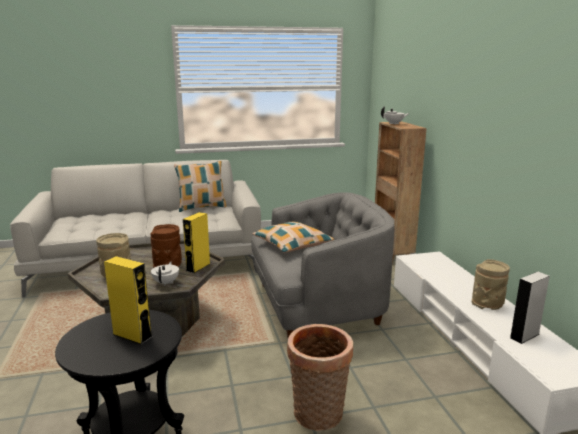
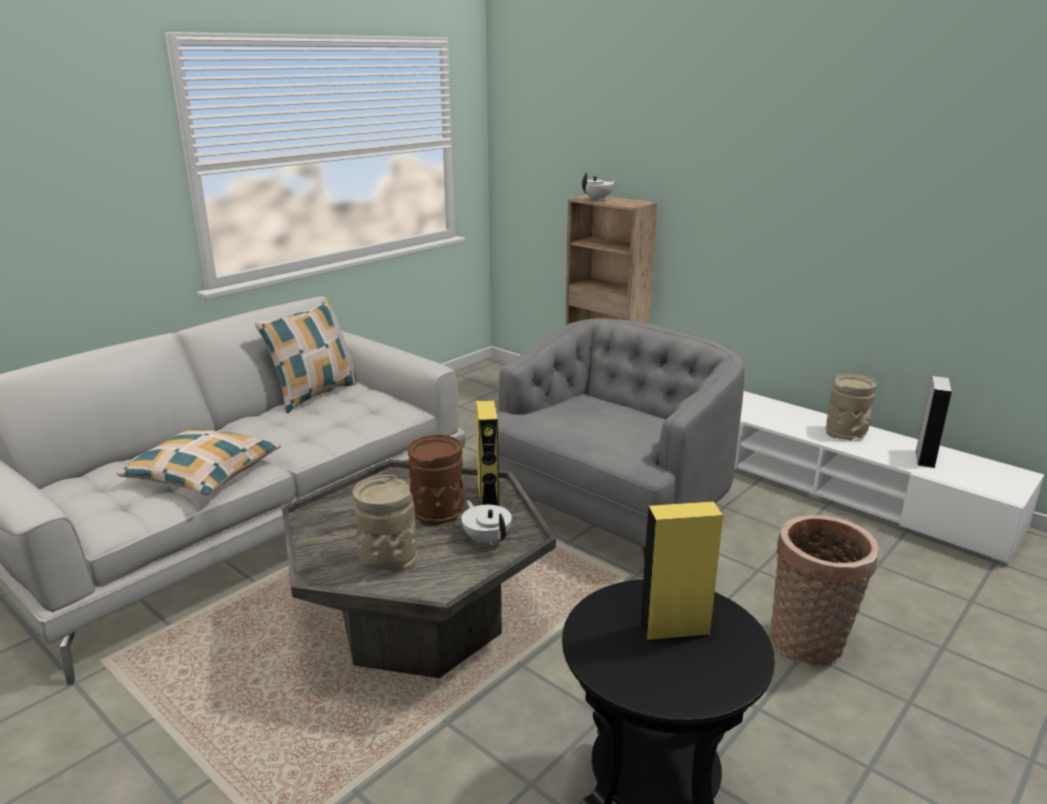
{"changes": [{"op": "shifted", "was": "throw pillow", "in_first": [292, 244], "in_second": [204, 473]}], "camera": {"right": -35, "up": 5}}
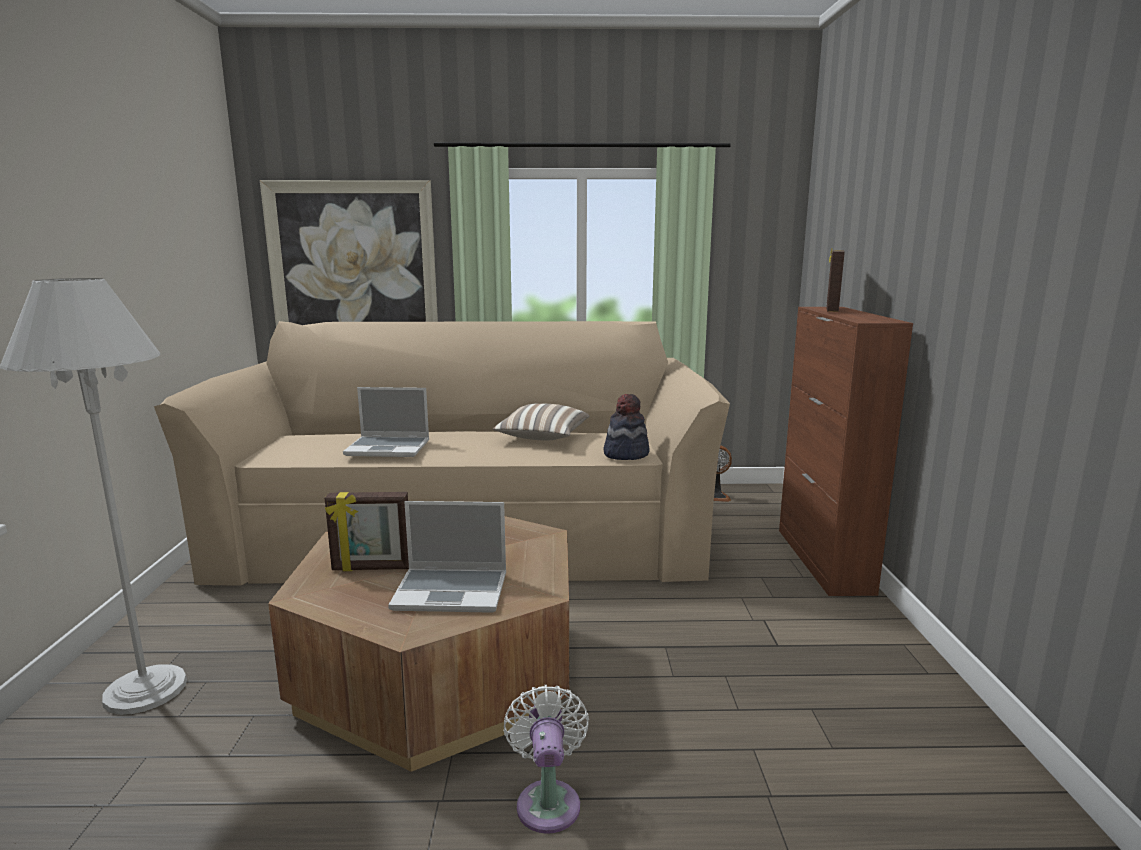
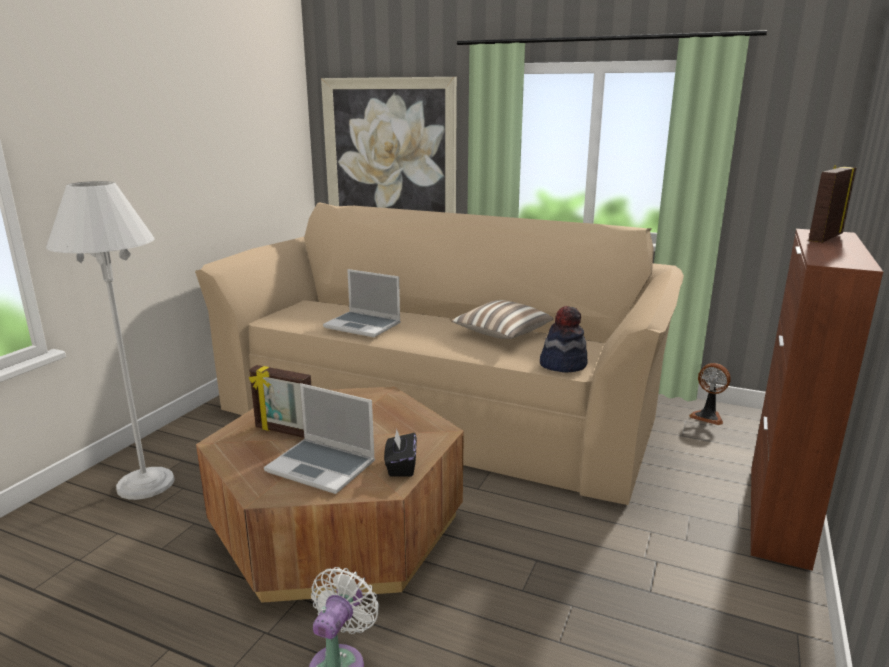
{"changes": [{"op": "new", "now": "black-coloured tissue holder", "in_second": [401, 466]}], "camera": {"right": 25, "up": 5}}
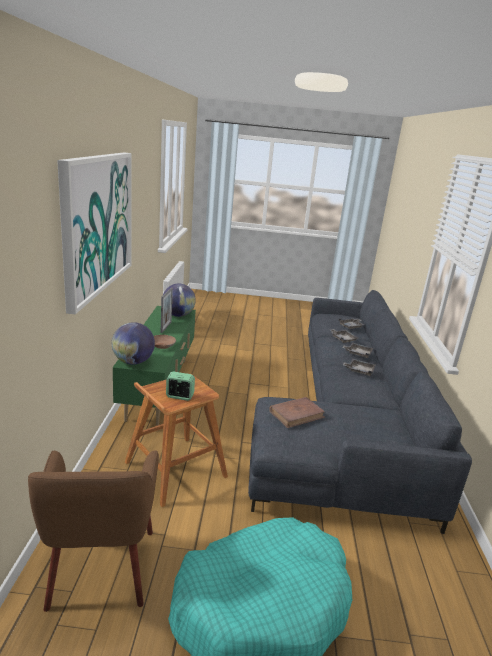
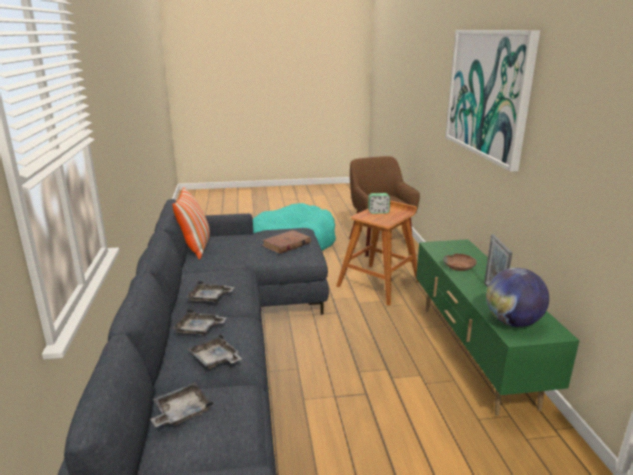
{"changes": [{"op": "gone", "was": "desk globe", "in_first": [133, 362]}, {"op": "new", "now": "throw pillow", "in_second": [196, 247]}], "camera": {"right": 170, "up": 0}}
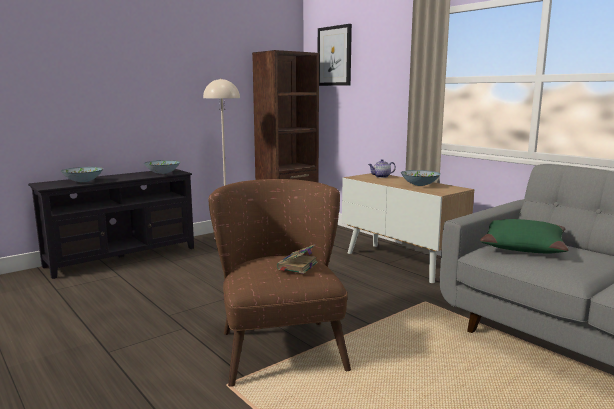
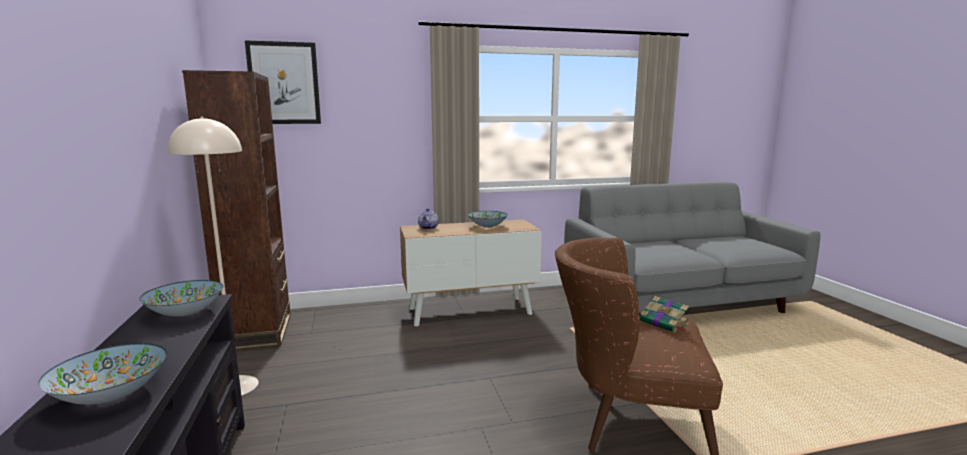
{"changes": [{"op": "gone", "was": "green throw pillow", "in_first": [522, 246]}], "camera": {"right": -65, "up": 0}}
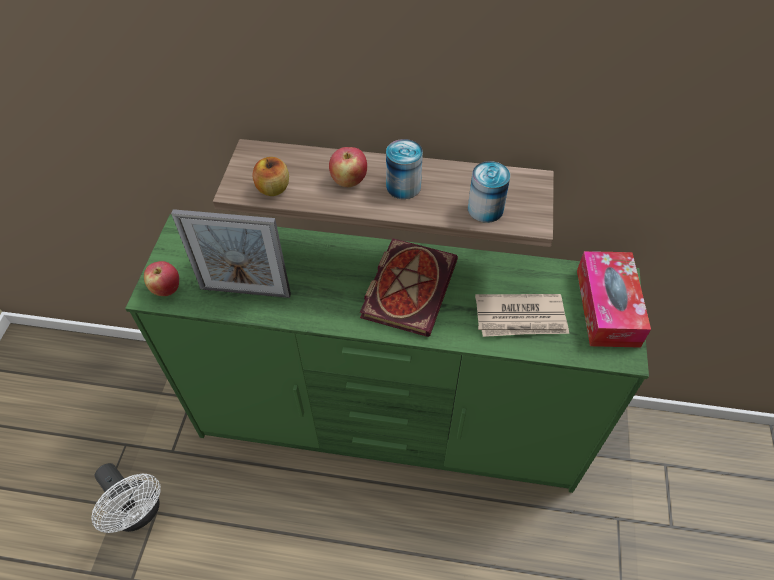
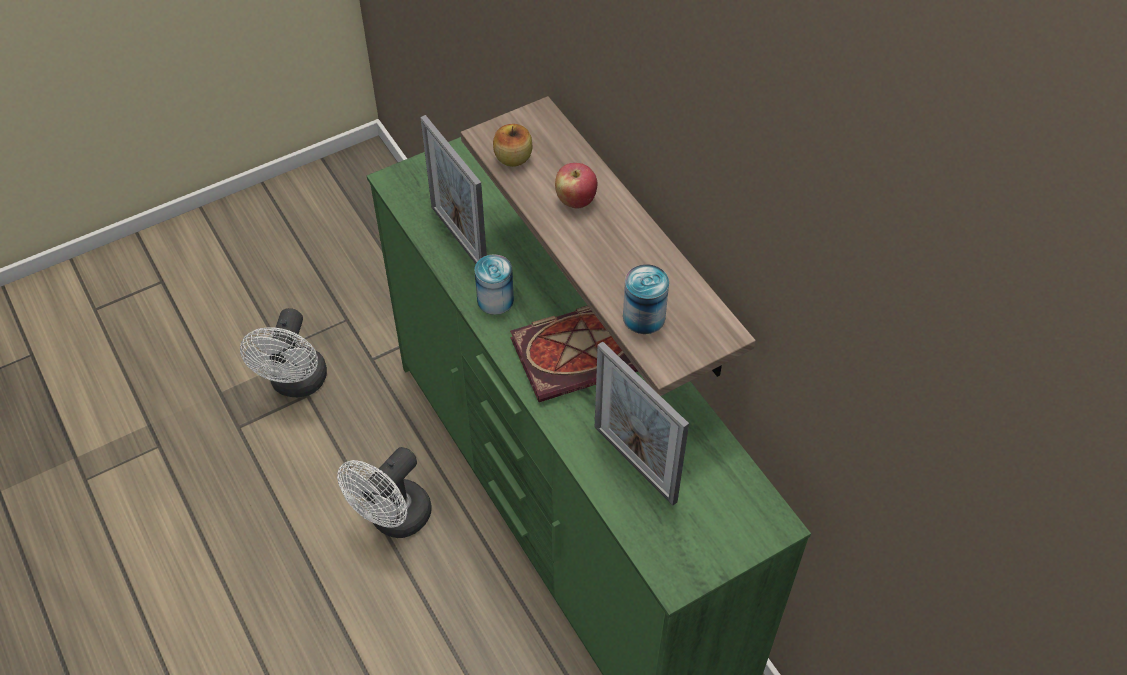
{"changes": [{"op": "gone", "was": "apple fruit", "in_first": [166, 289]}, {"op": "gone", "was": "tissue holder", "in_first": [607, 307]}, {"op": "new", "now": "whitish cooling fan", "in_second": [394, 520]}, {"op": "shifted", "was": "sealed can", "in_first": [403, 186], "in_second": [495, 300]}, {"op": "swapped", "was": "daily paper", "now": "picture frame", "in_first": [521, 318], "in_second": [635, 464]}], "camera": {"right": 50, "up": 0}}
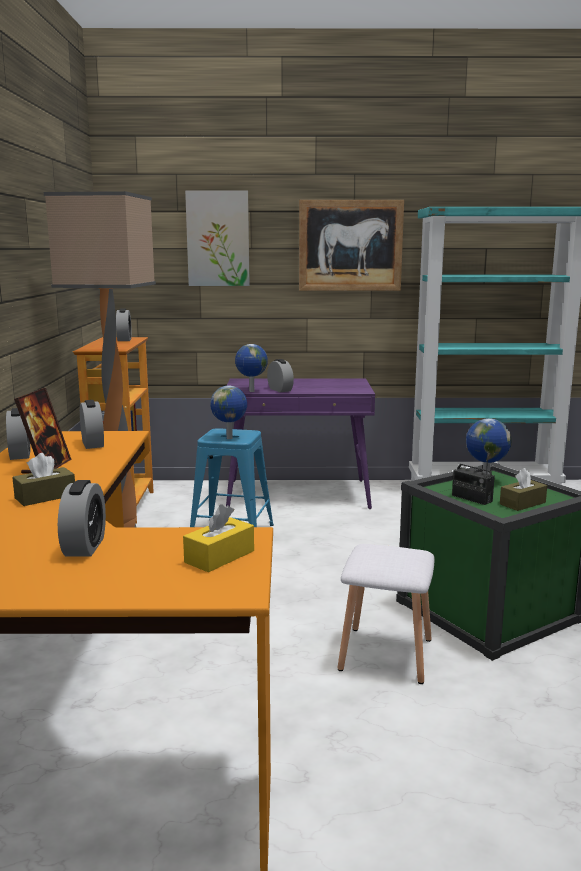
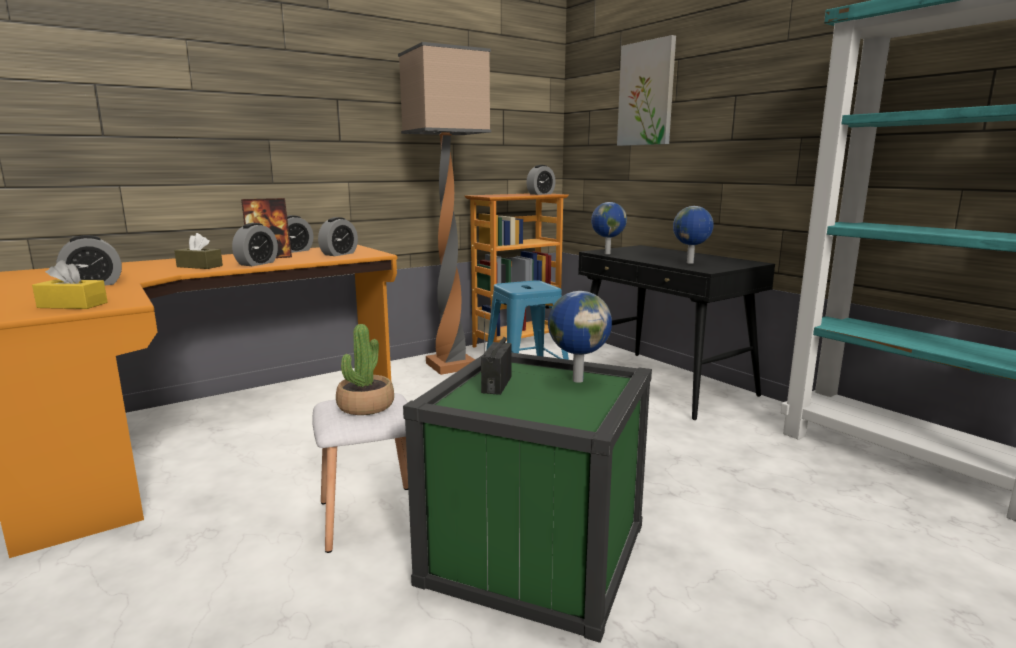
{"changes": [{"op": "gone", "was": "wall picture", "in_first": [350, 245]}, {"op": "gone", "was": "brown-coloured tissue holder", "in_first": [522, 503]}, {"op": "new", "now": "houseplant", "in_second": [365, 406]}, {"op": "shifted", "was": "desk globe", "in_first": [230, 438], "in_second": [690, 263]}, {"op": "shifted", "was": "bedside clock", "in_first": [280, 390], "in_second": [257, 263]}, {"op": "repainted", "was": "purple desk unit", "now": "black-coloured desk unit", "in_first": [298, 494], "in_second": [662, 383]}], "camera": {"right": 55, "up": 0}}
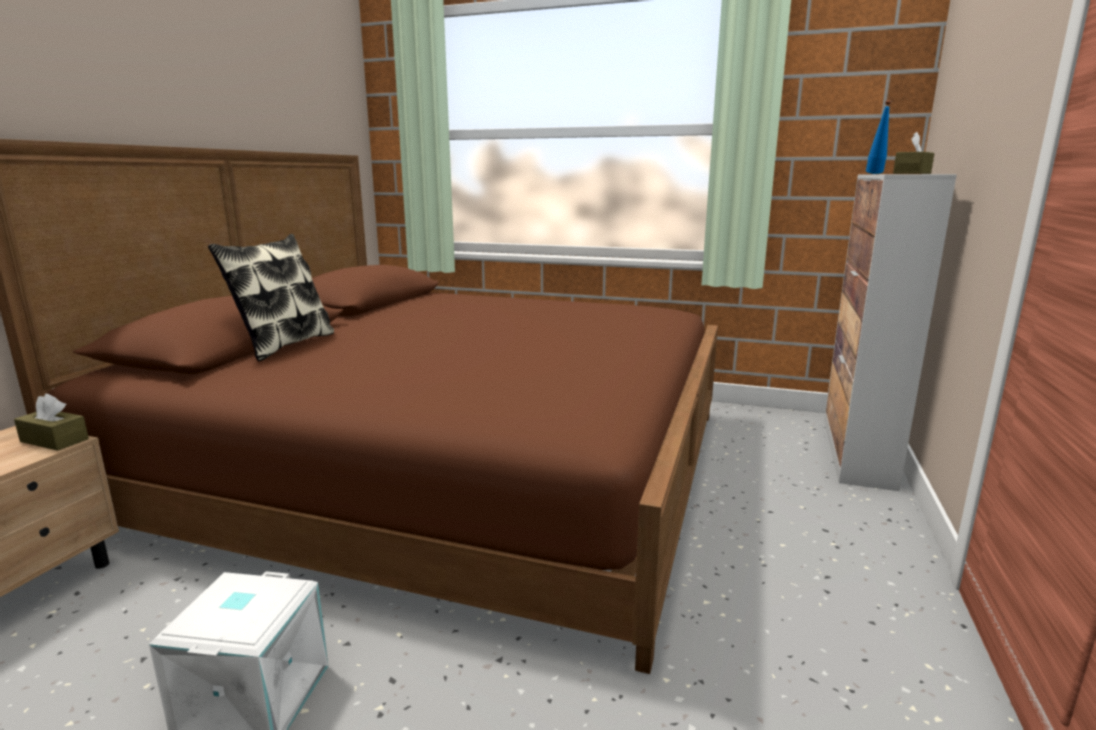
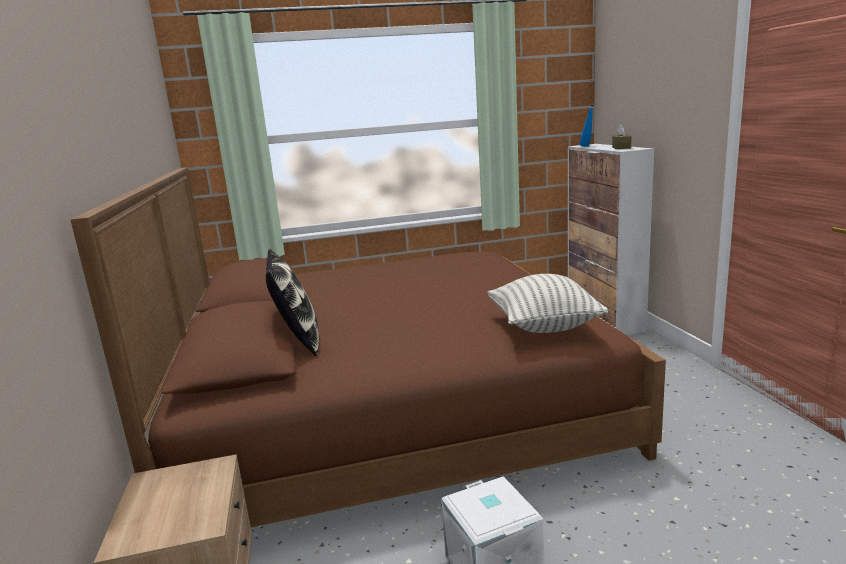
{"changes": [{"op": "gone", "was": "brown-coloured tissue holder", "in_first": [54, 440]}, {"op": "new", "now": "throw pillow", "in_second": [544, 326]}], "camera": {"right": -30, "up": 0}}
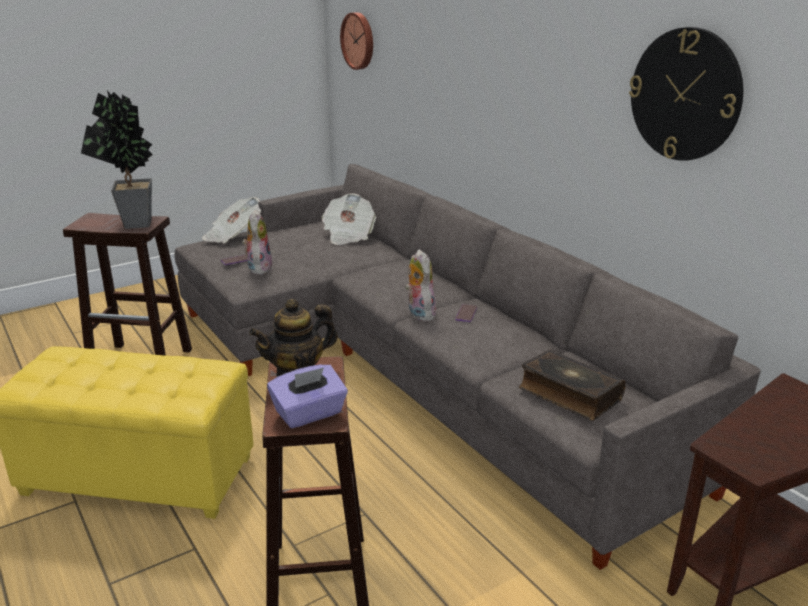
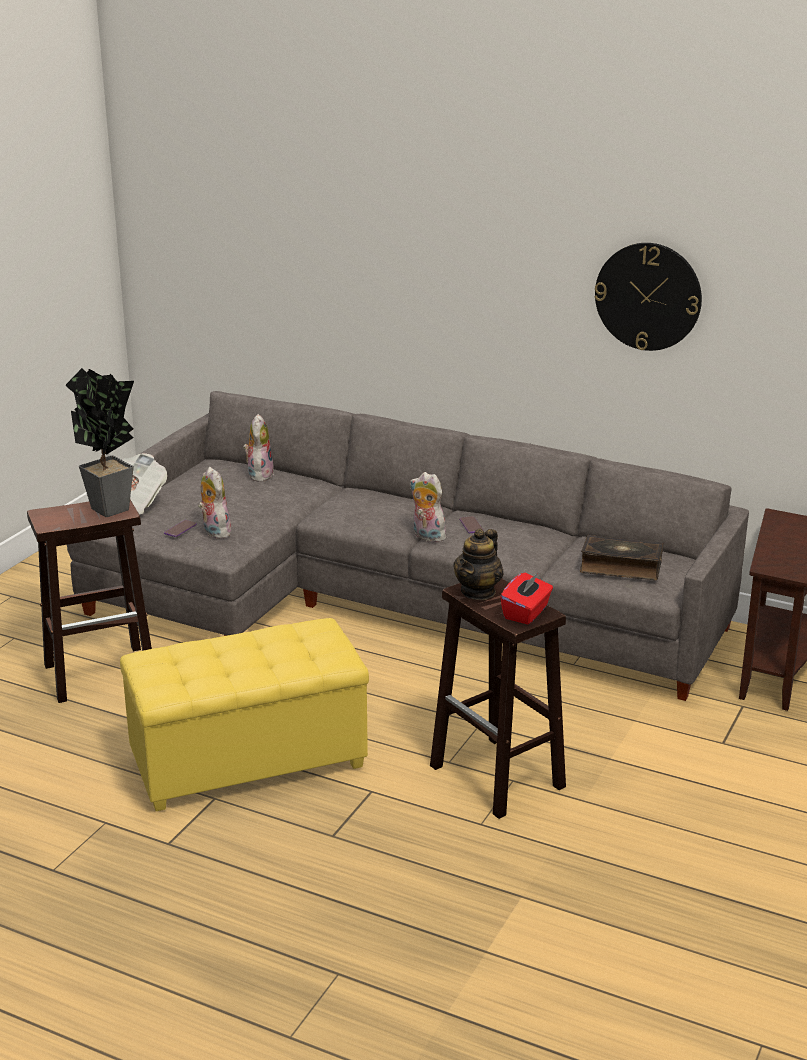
{"changes": [{"op": "gone", "was": "hanging clock", "in_first": [359, 41]}, {"op": "swapped", "was": "daily paper", "now": "cuddly toy", "in_first": [349, 235], "in_second": [259, 475]}, {"op": "repainted", "was": "purple tissue holder", "now": "reddish tissue holder", "in_first": [309, 414], "in_second": [526, 613]}], "camera": {"right": -30, "up": 0}}
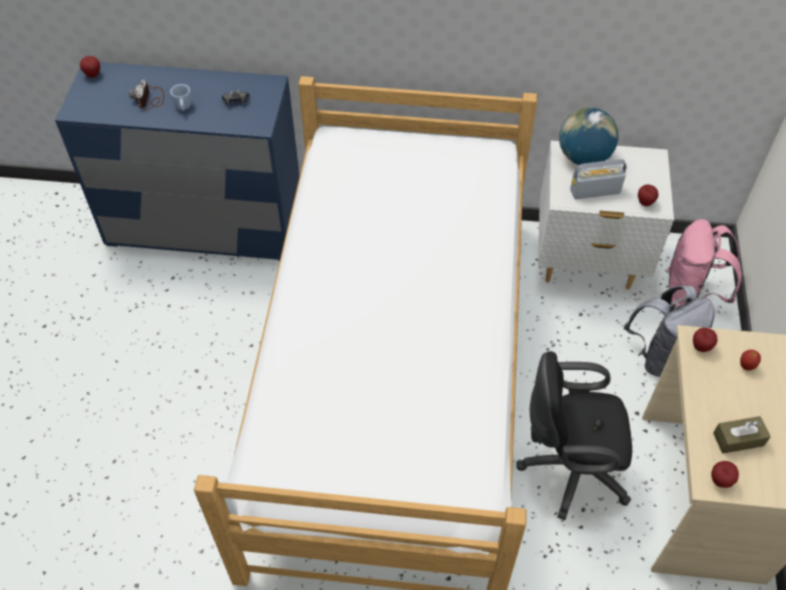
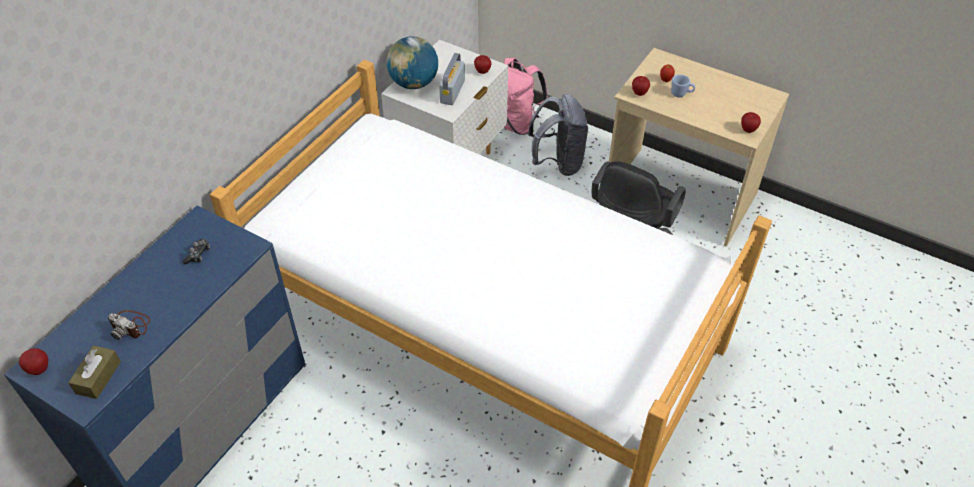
{"changes": [{"op": "shifted", "was": "blue-coloured coffee mug", "in_first": [183, 107], "in_second": [681, 94]}, {"op": "shifted", "was": "brown-coloured tissue holder", "in_first": [738, 439], "in_second": [98, 377]}], "camera": {"right": -65, "up": -5}}
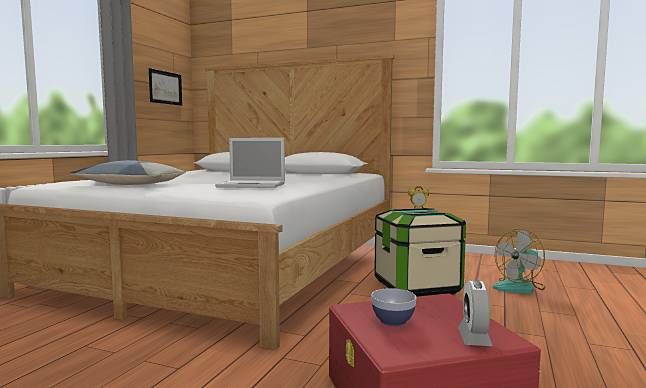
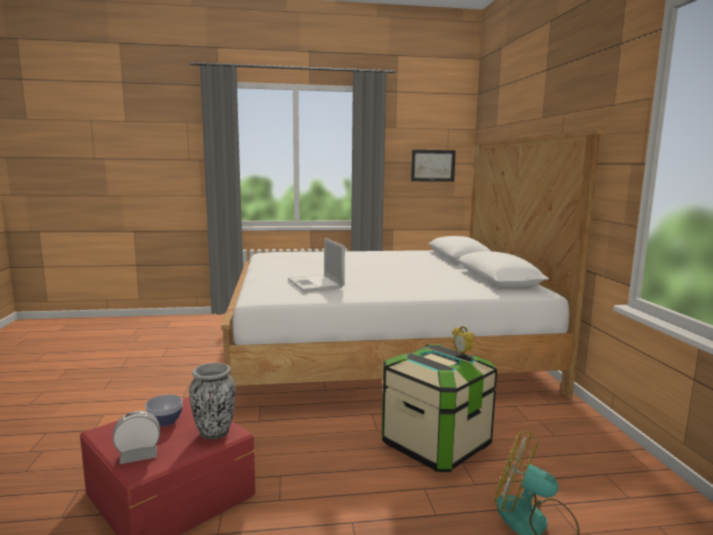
{"changes": [{"op": "gone", "was": "throw pillow", "in_first": [129, 184]}, {"op": "new", "now": "flower vase", "in_second": [214, 433]}], "camera": {"right": 60, "up": 5}}
